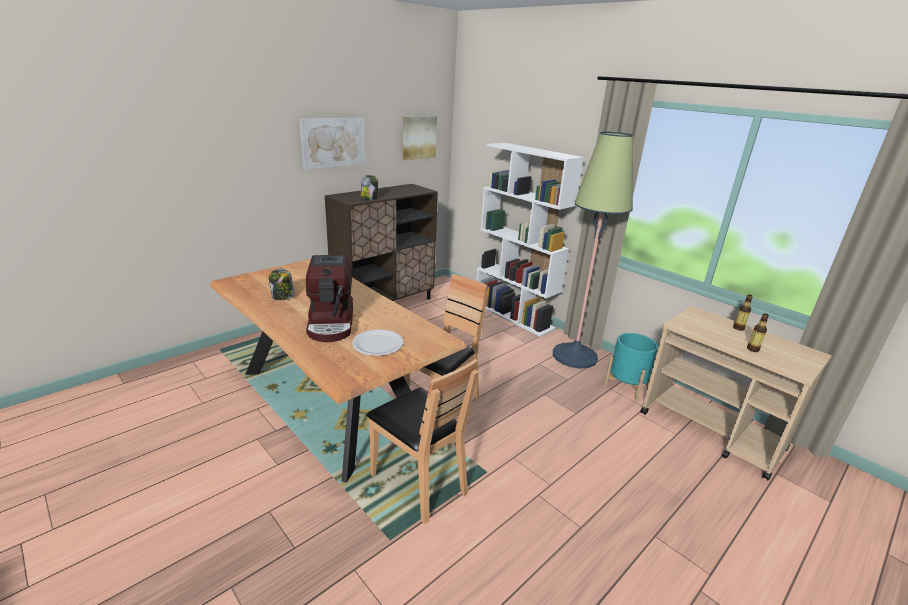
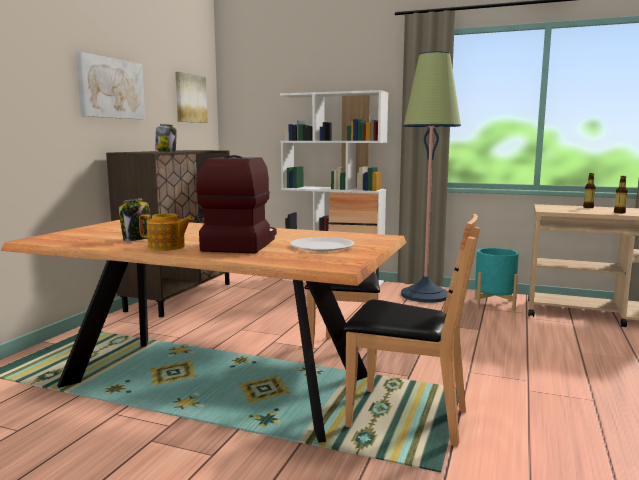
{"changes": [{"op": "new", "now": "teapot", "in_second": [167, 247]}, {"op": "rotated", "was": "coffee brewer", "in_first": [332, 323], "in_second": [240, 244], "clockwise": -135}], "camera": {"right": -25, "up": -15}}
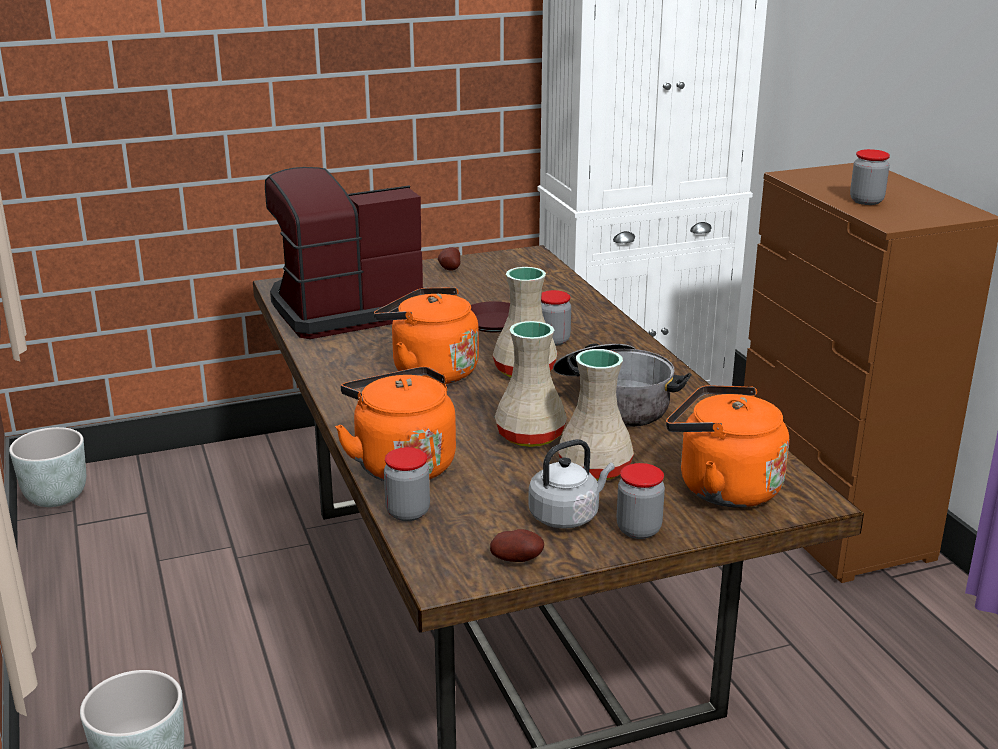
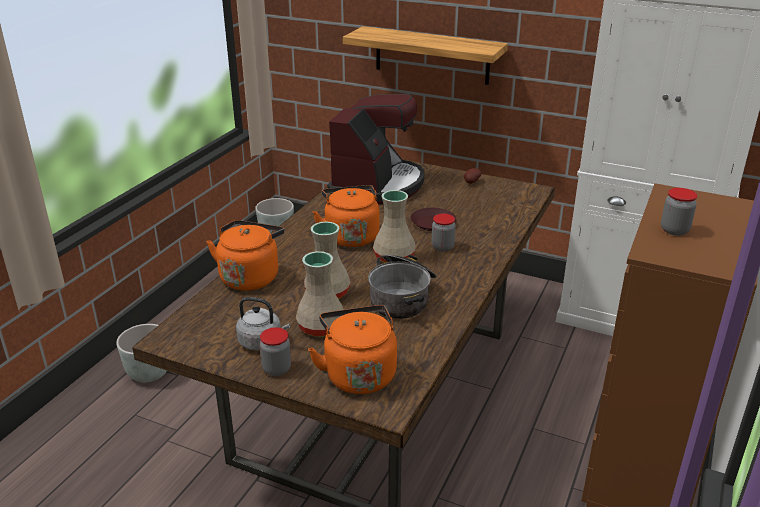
{"changes": [{"op": "gone", "was": "jar", "in_first": [408, 512]}, {"op": "gone", "was": "spud", "in_first": [518, 560]}, {"op": "new", "now": "wall shelf", "in_second": [432, 55]}, {"op": "rotated", "was": "coffee brewer", "in_first": [345, 309], "in_second": [377, 185], "clockwise": 90}], "camera": {"right": 45, "up": 5}}
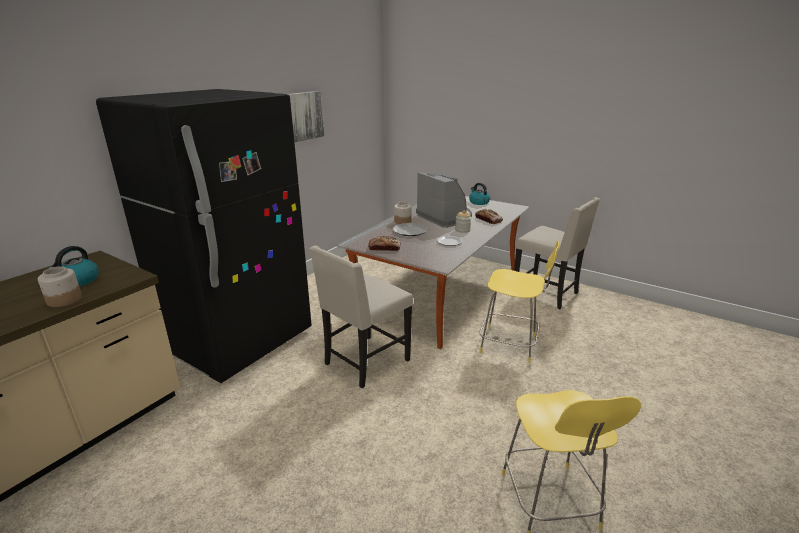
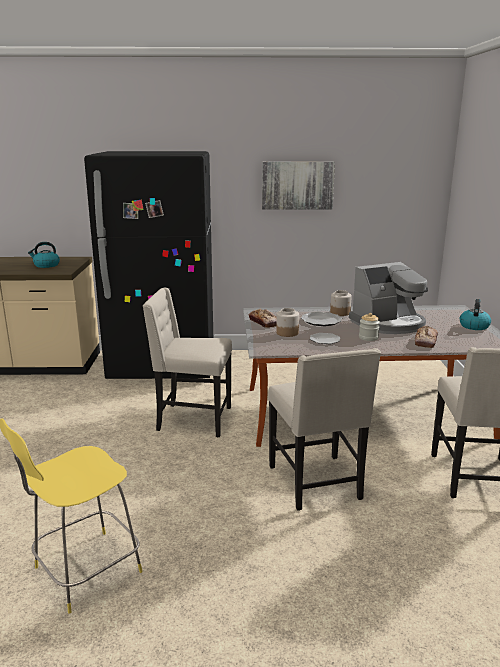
{"changes": [{"op": "shifted", "was": "jar", "in_first": [64, 300], "in_second": [287, 333]}, {"op": "swapped", "was": "yellow-coloured sitting stool", "now": "sand-coloured plain chair", "in_first": [510, 345], "in_second": [317, 483]}, {"op": "rotated", "was": "coffee brewer", "in_first": [445, 217], "in_second": [388, 324], "clockwise": 45}], "camera": {"right": 55, "up": -5}}
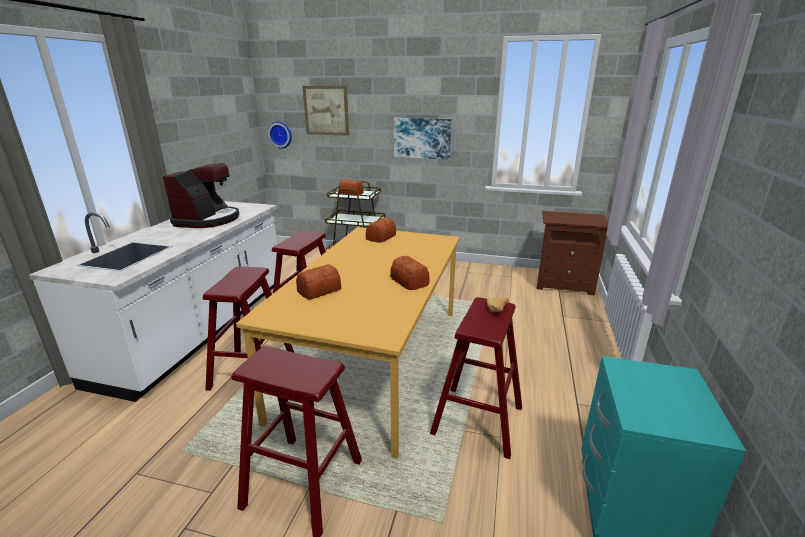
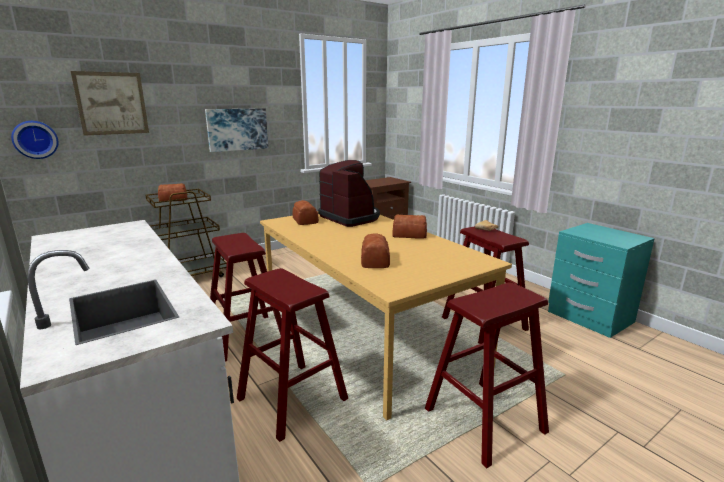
{"changes": [{"op": "shifted", "was": "coffee brewer", "in_first": [208, 220], "in_second": [350, 217]}], "camera": {"right": -50, "up": -5}}
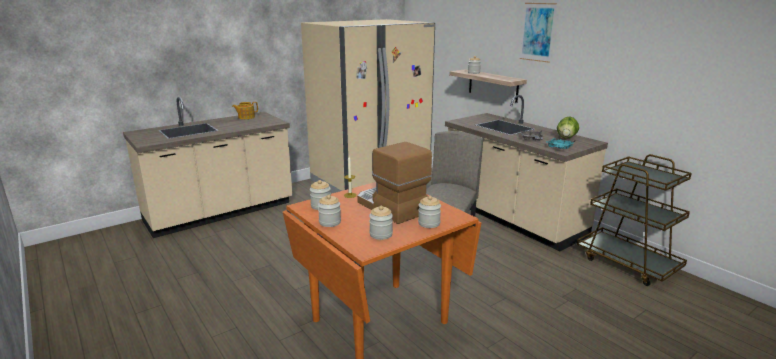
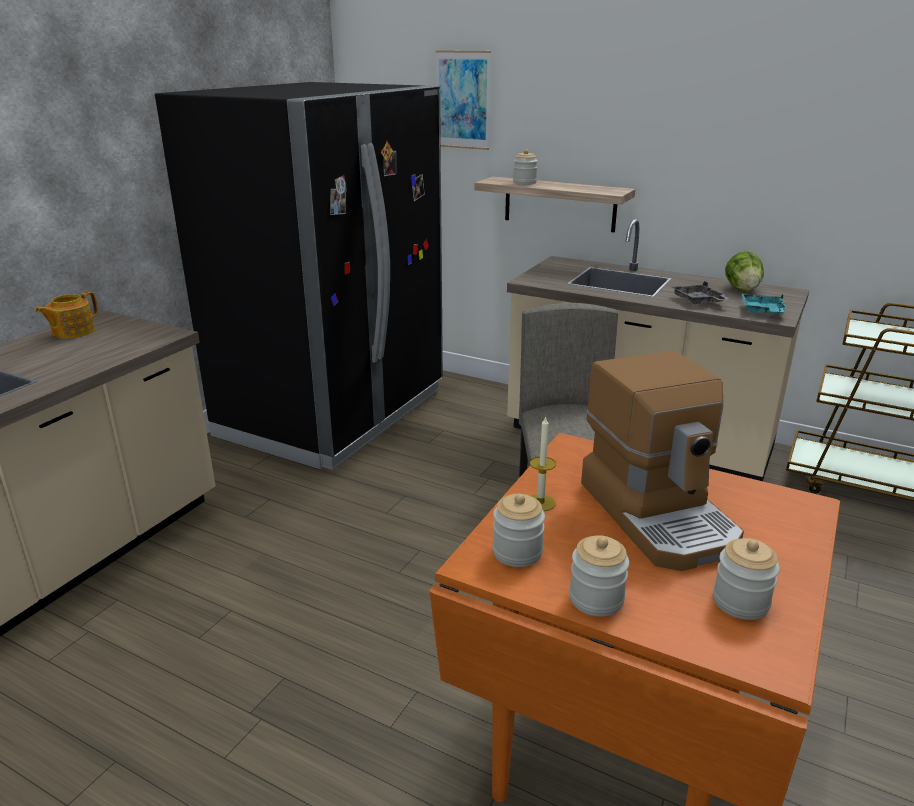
{"changes": [{"op": "gone", "was": "jar", "in_first": [429, 223]}, {"op": "shifted", "was": "wall picture", "in_first": [537, 32], "in_second": [463, 100]}, {"op": "repainted", "was": "sand-coloured kitchen fridge", "now": "black-coloured kitchen fridge", "in_first": [370, 180], "in_second": [334, 413]}, {"op": "rotated", "was": "coffee brewer", "in_first": [391, 207], "in_second": [659, 514], "clockwise": -135}], "camera": {"right": -25, "up": 5}}
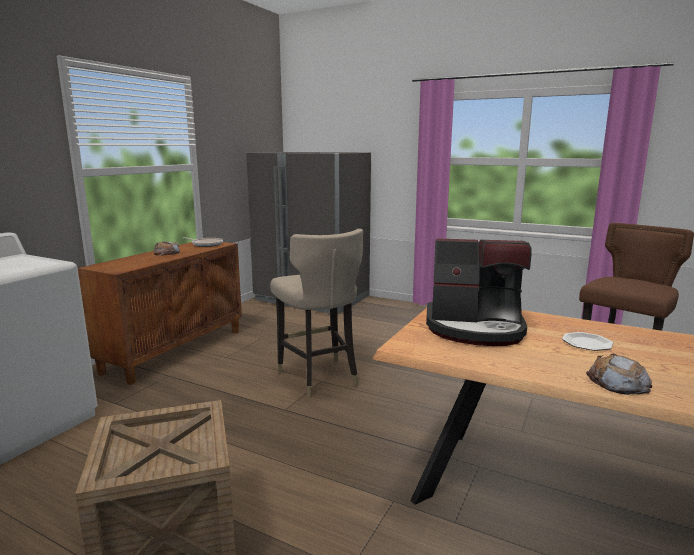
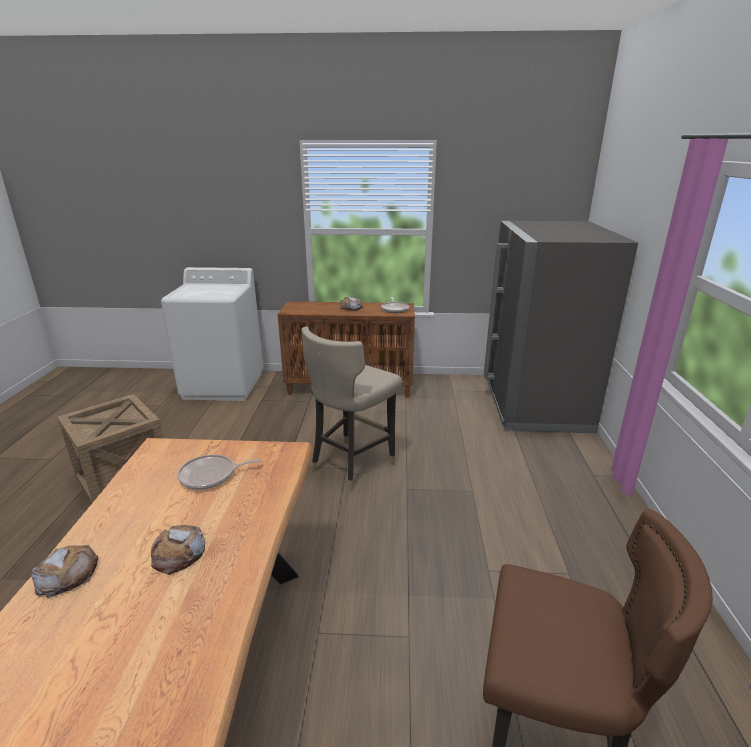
{"changes": [{"op": "swapped", "was": "coffee brewer", "now": "skillet", "in_first": [475, 328], "in_second": [210, 476]}, {"op": "swapped", "was": "plate", "now": "baked bread", "in_first": [587, 343], "in_second": [178, 553]}], "camera": {"right": 65, "up": 10}}
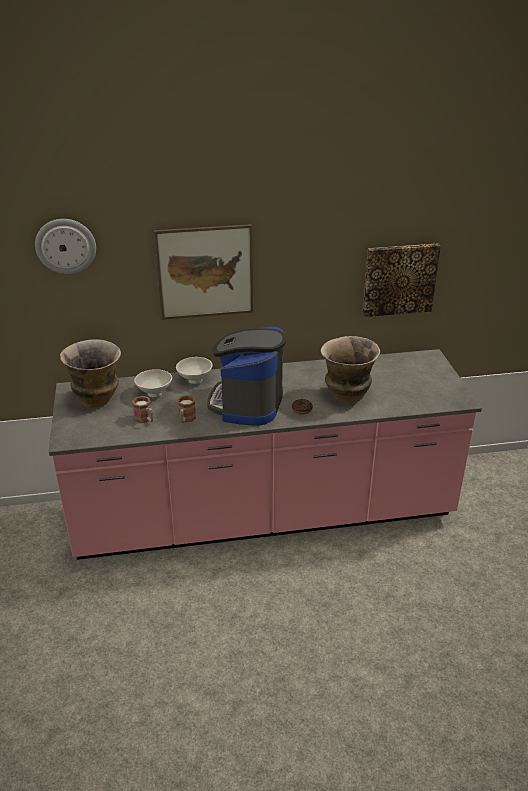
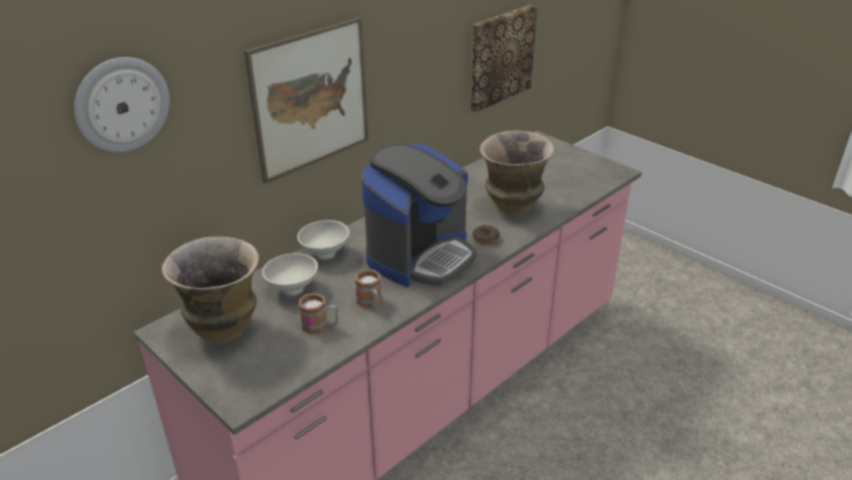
{"changes": [{"op": "rotated", "was": "coffee brewer", "in_first": [247, 403], "in_second": [420, 256], "clockwise": -120}], "camera": {"right": -35, "up": 0}}
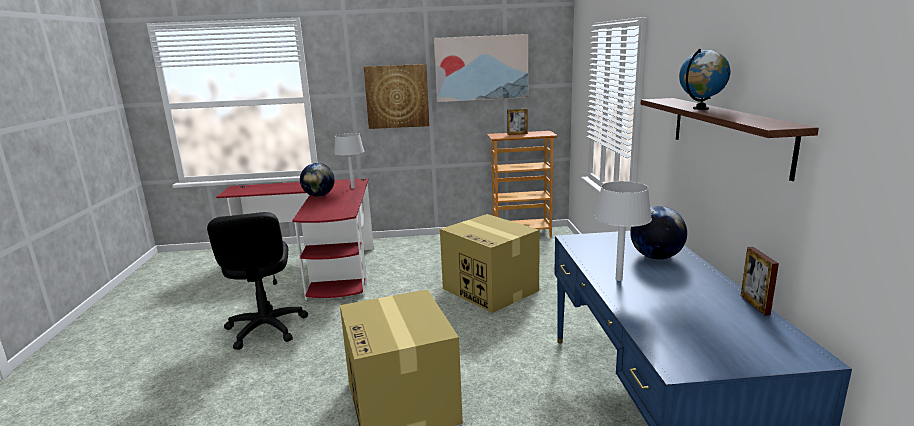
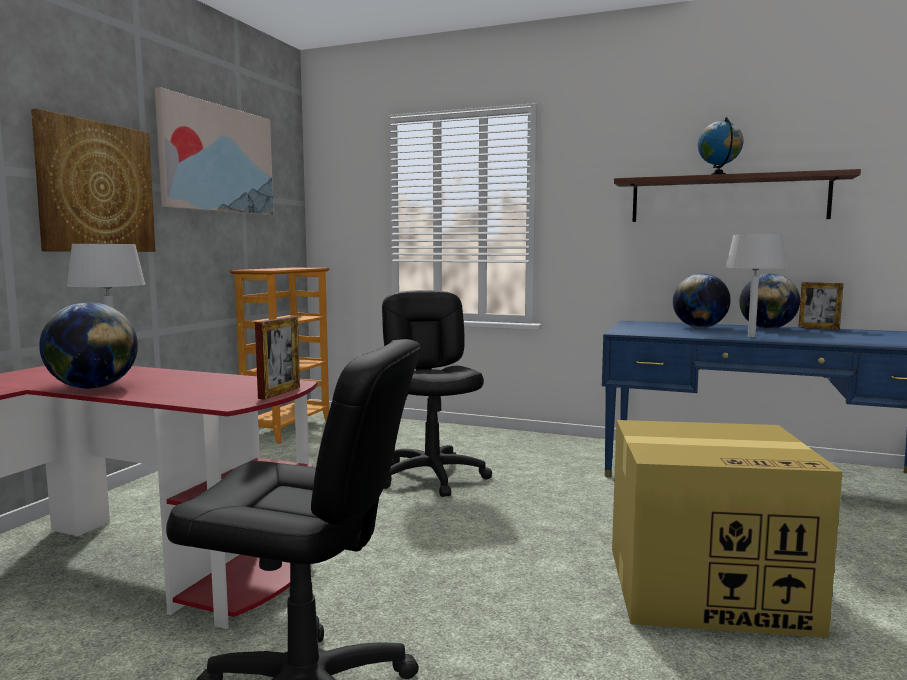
{"changes": [{"op": "new", "now": "desk globe", "in_second": [767, 328]}, {"op": "shifted", "was": "picture frame", "in_first": [517, 134], "in_second": [279, 393]}, {"op": "swapped", "was": "packing box", "now": "black-coloured desk chair", "in_first": [491, 290], "in_second": [432, 477]}], "camera": {"right": -65, "up": -10}}
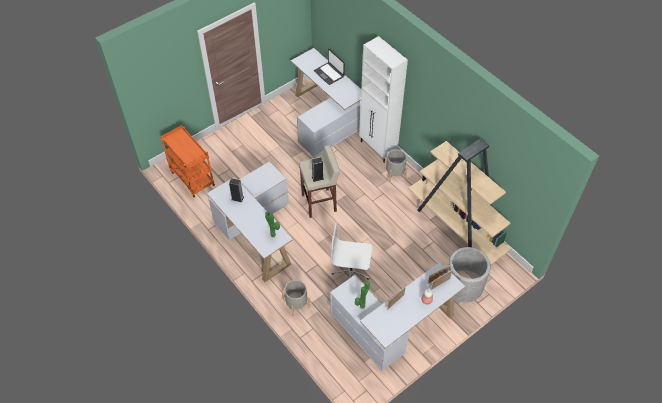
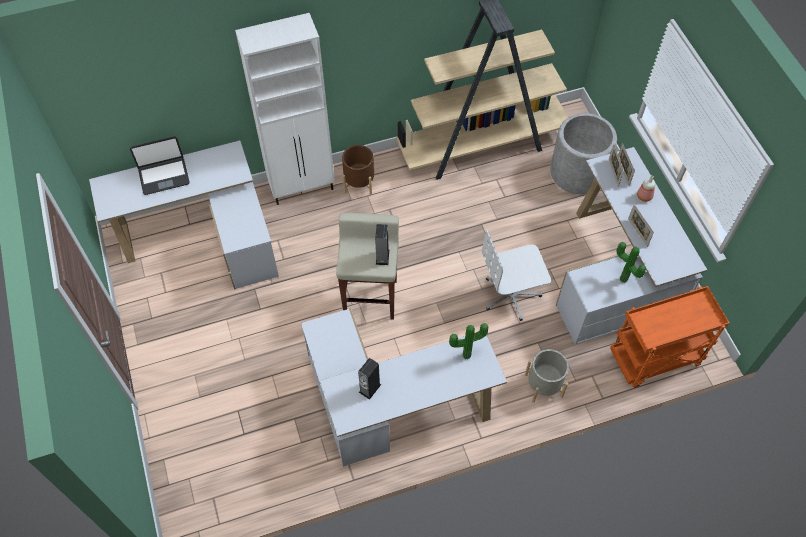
{"changes": [{"op": "shifted", "was": "orange trolley", "in_first": [191, 178], "in_second": [654, 359]}, {"op": "repainted", "was": "gray plant pot", "now": "brown-coloured plant pot", "in_first": [395, 173], "in_second": [359, 183]}, {"op": "rotated", "was": "whitish desk chair", "in_first": [351, 271], "in_second": [511, 295], "clockwise": 45}], "camera": {"right": -70, "up": 5}}
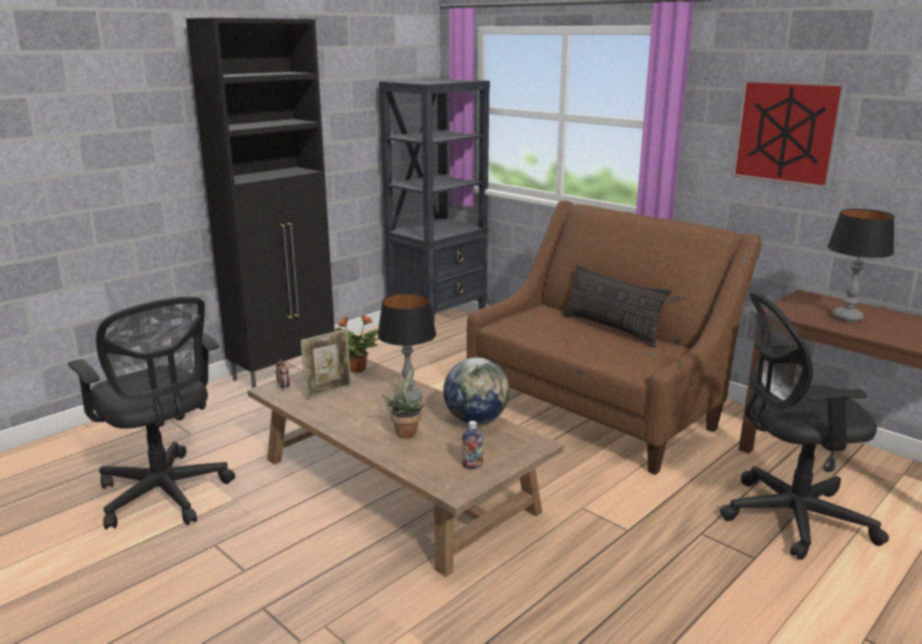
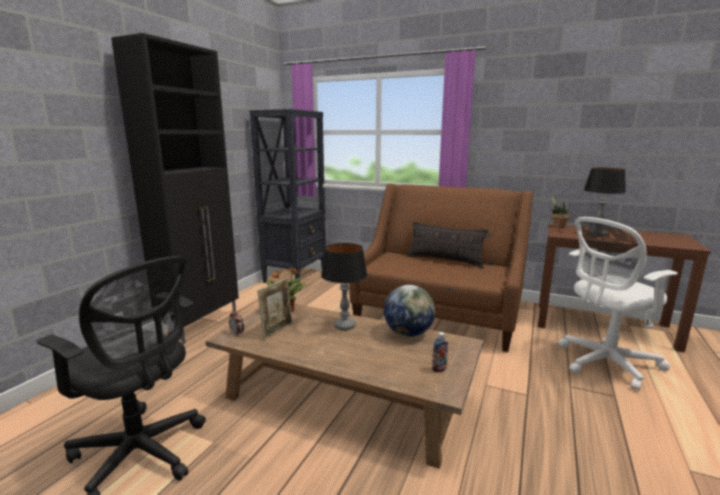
{"changes": [{"op": "gone", "was": "wall picture", "in_first": [786, 132]}, {"op": "shifted", "was": "houseplant", "in_first": [405, 432], "in_second": [557, 226]}, {"op": "repainted", "was": "black-coloured desk chair", "now": "whitish desk chair", "in_first": [788, 517], "in_second": [604, 364]}], "camera": {"right": -20, "up": -5}}
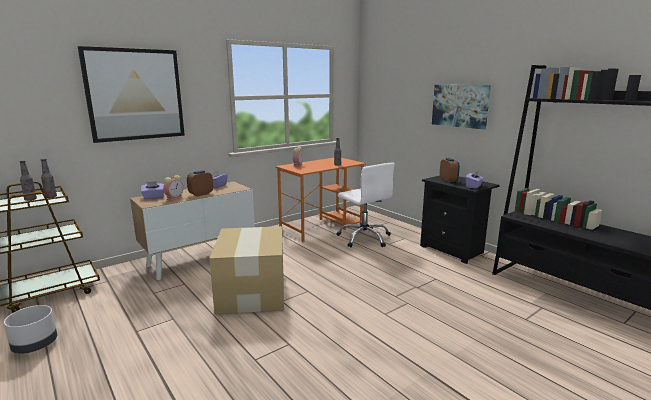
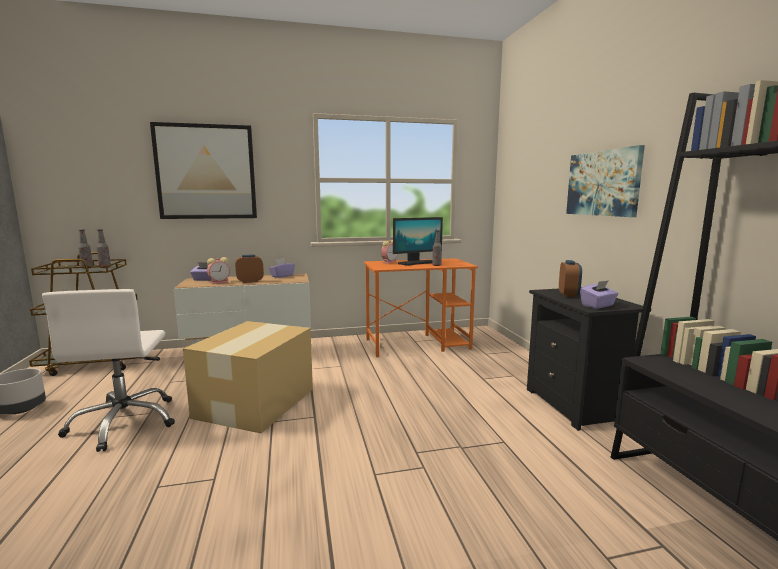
{"changes": [{"op": "new", "now": "monitor", "in_second": [417, 263]}, {"op": "shifted", "was": "whitish desk chair", "in_first": [364, 238], "in_second": [125, 422]}], "camera": {"right": 25, "up": -5}}
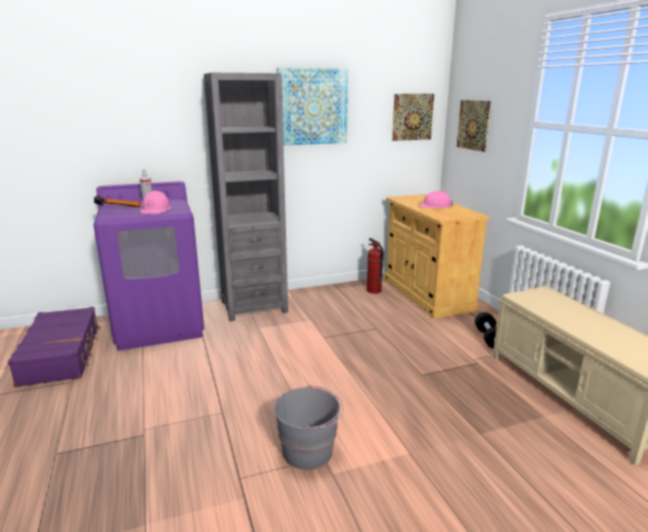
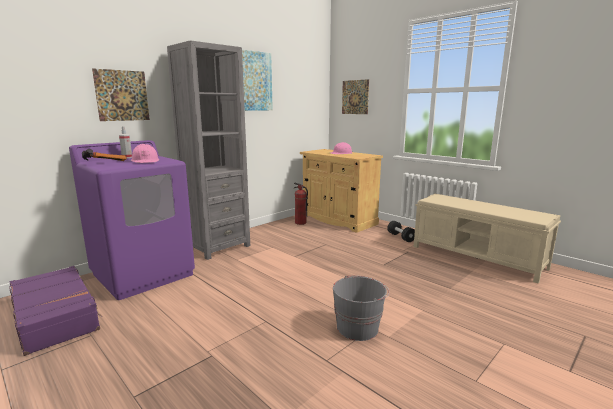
{"changes": [{"op": "shifted", "was": "wall picture", "in_first": [412, 117], "in_second": [122, 95]}], "camera": {"right": -25, "up": -5}}
